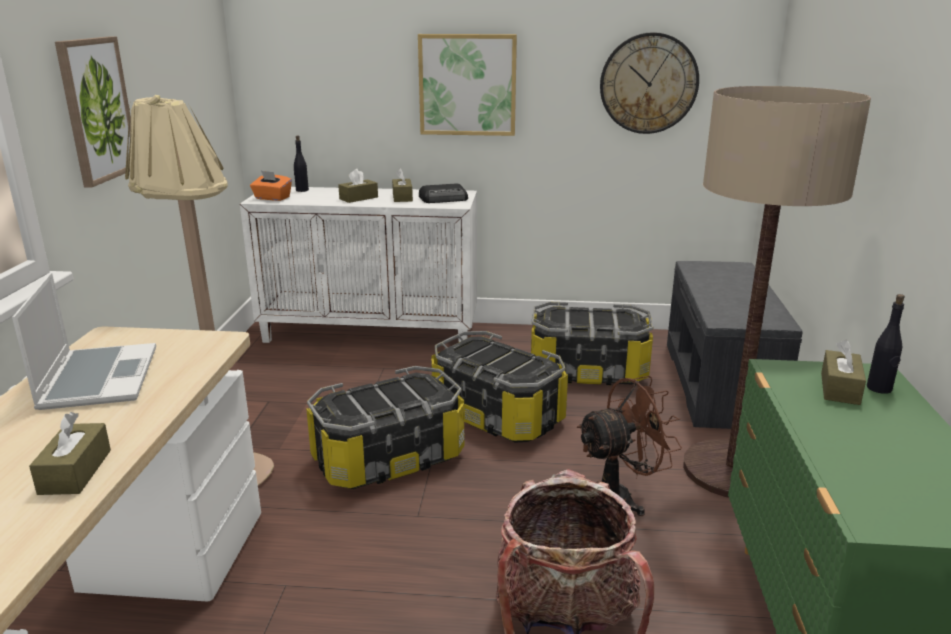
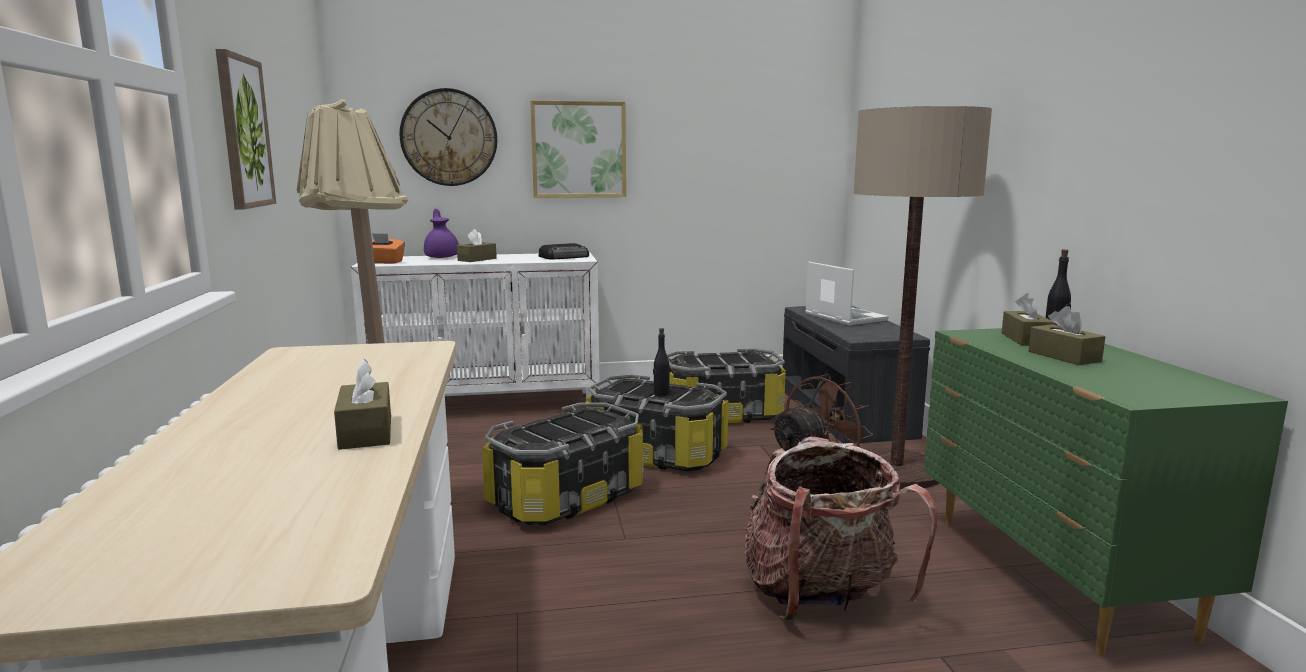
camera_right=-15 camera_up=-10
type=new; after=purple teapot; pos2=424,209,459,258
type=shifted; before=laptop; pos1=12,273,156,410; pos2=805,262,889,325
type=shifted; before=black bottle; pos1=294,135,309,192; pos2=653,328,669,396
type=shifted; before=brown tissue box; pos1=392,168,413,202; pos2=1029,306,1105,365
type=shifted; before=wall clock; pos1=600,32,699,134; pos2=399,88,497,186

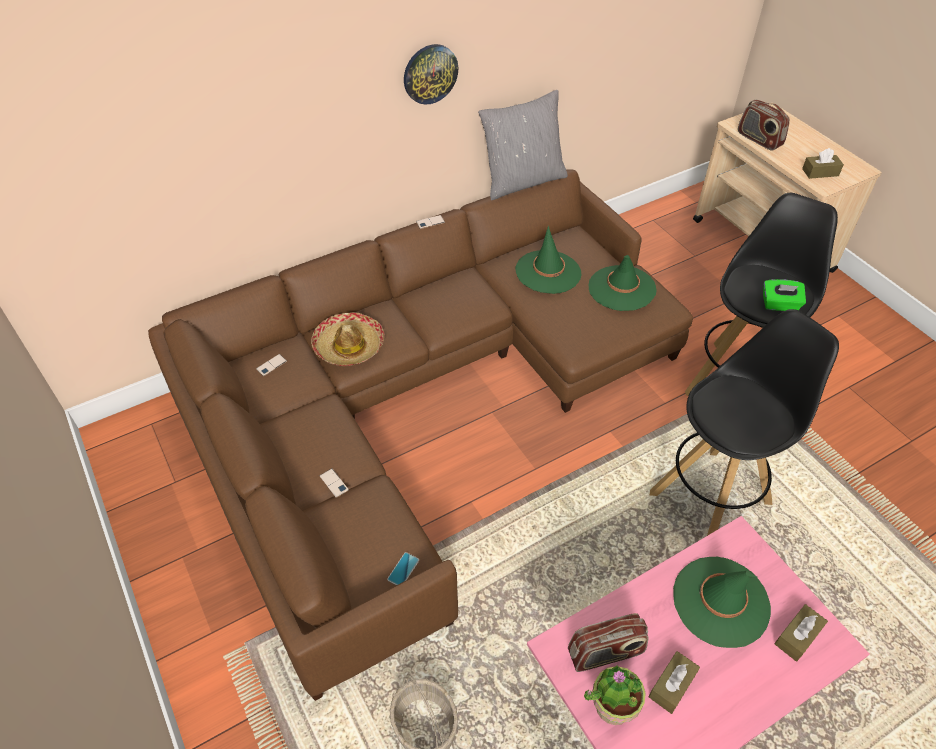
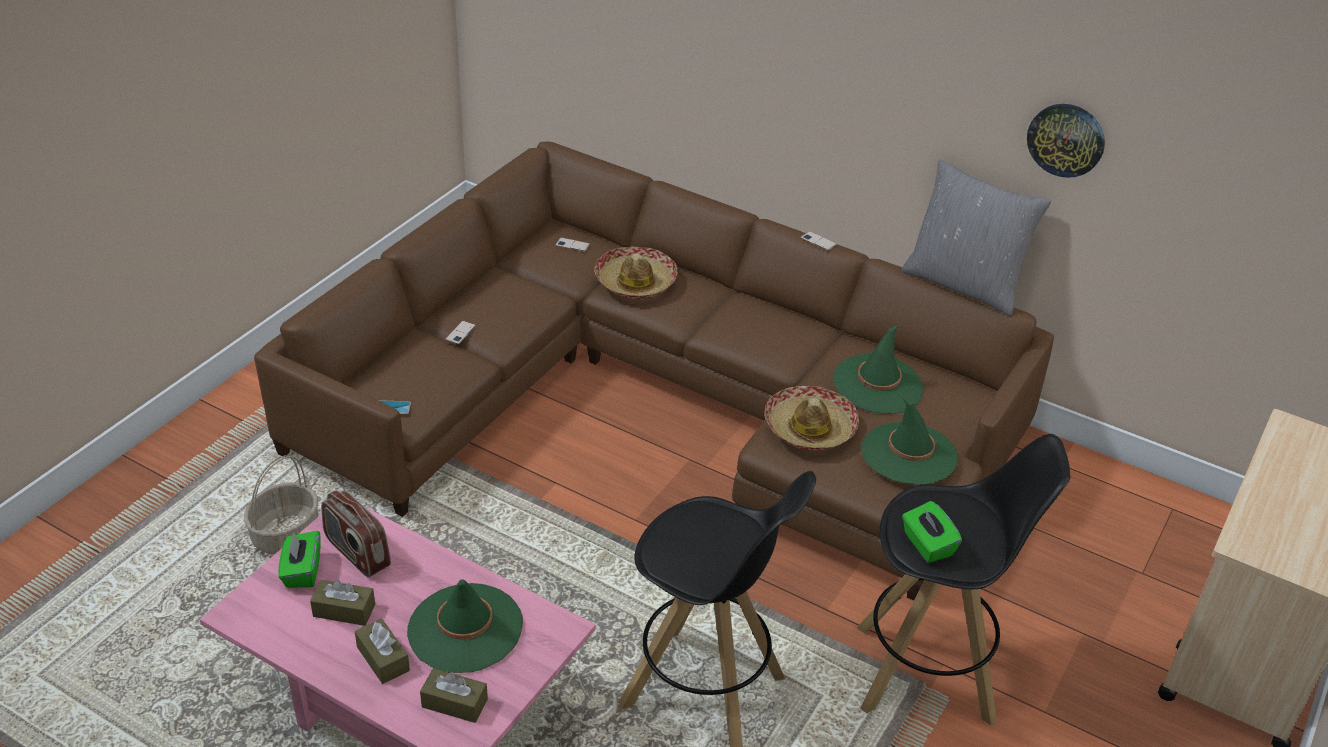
camera_right=60 camera_up=-10
type=gone; before=radio; pos1=738,100,790,151
type=new; after=hat; pos2=764,386,859,450
type=shifted; before=wall clock; pos1=404,44,459,105; pos2=1027,104,1105,178
type=shifted; before=brown tissue box; pos1=802,148,844,179; pos2=355,619,410,684
type=swapped; before=potted plant; after=green tissue box; pos1=584,665,646,725; pos2=278,531,321,588

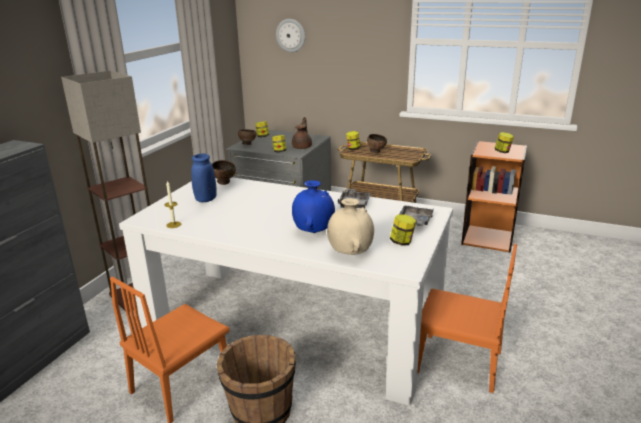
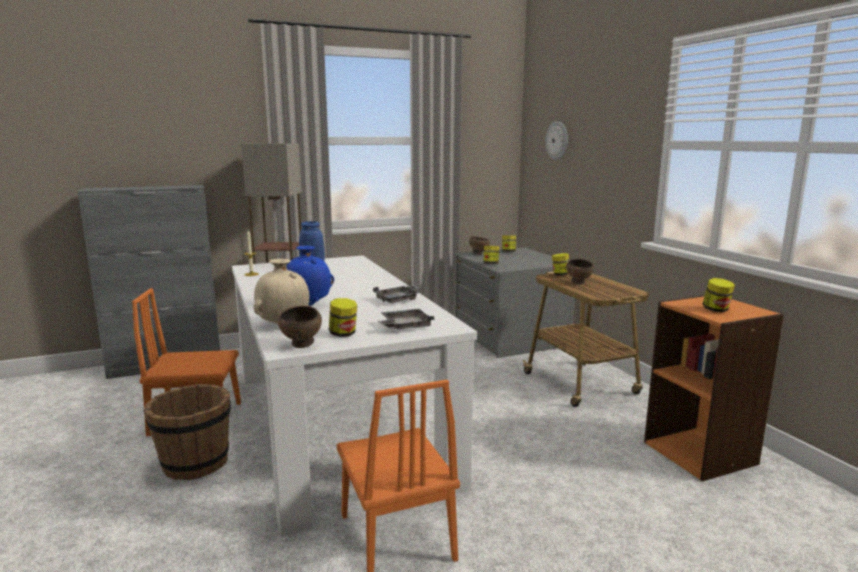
camera_right=45 camera_up=-10
type=gone; before=brown teapot; pos1=292,117,312,149
type=shifted; before=brown bowl; pos1=212,160,236,185; pos2=278,306,322,348

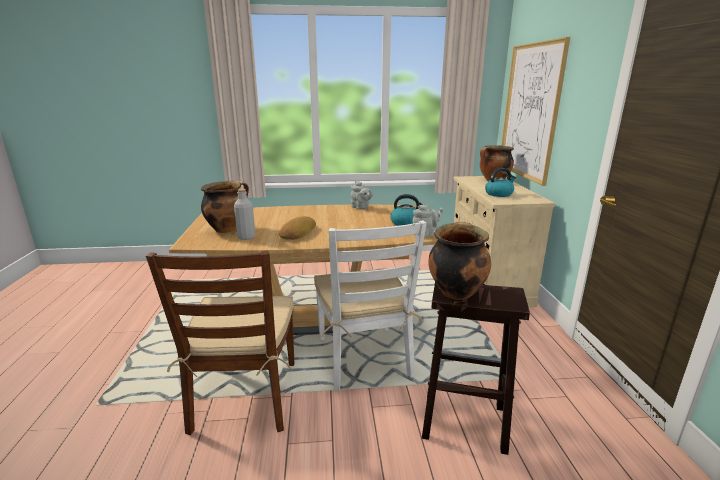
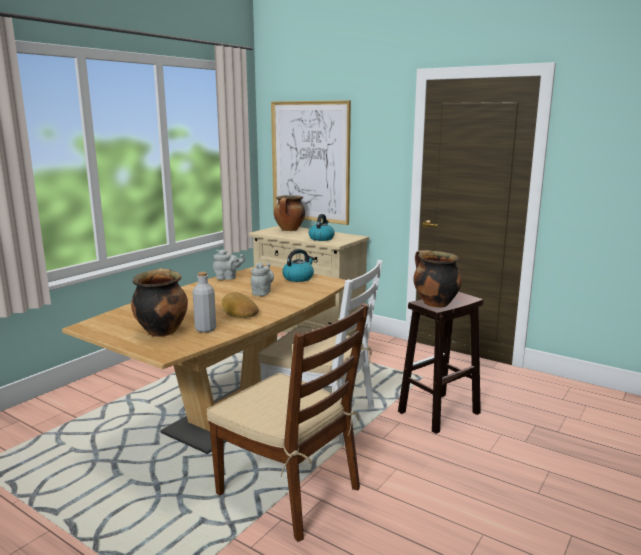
camera_right=-50 camera_up=-5
type=shifted; before=grey teapot; pos1=413,204,443,238; pos2=250,262,274,296

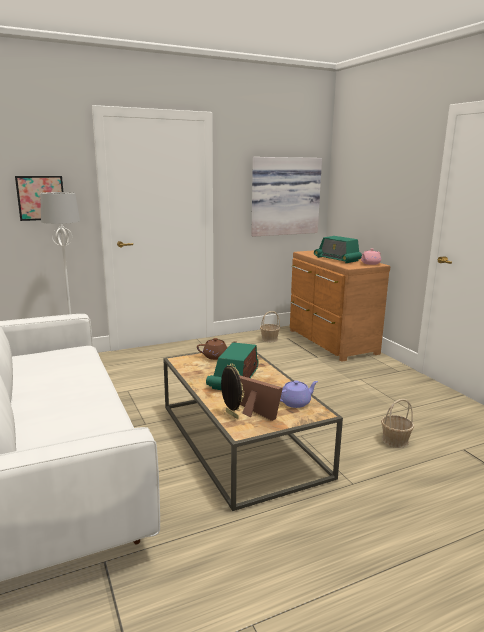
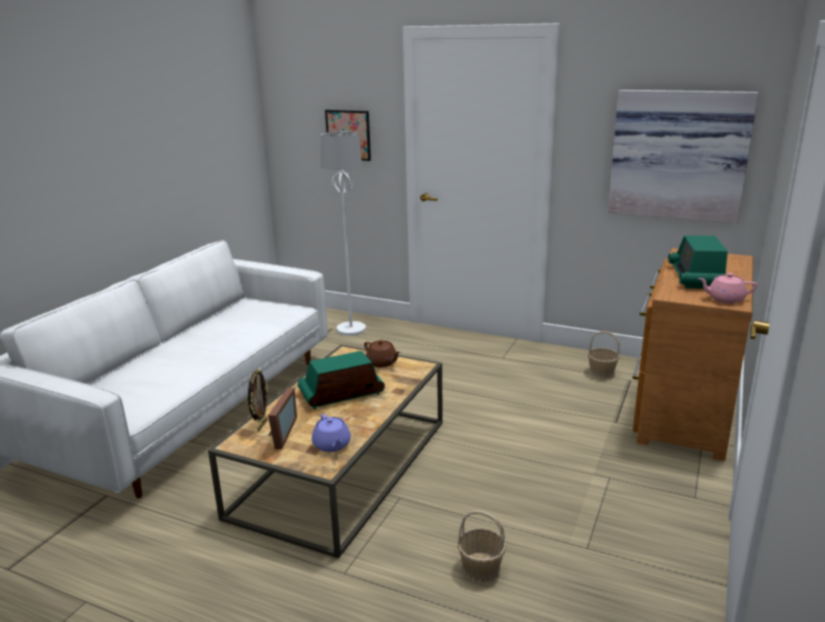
camera_right=50 camera_up=5
type=rotated; before=purple teapot; pos1=280,380,318,408; pos2=312,414,351,452; turn=45

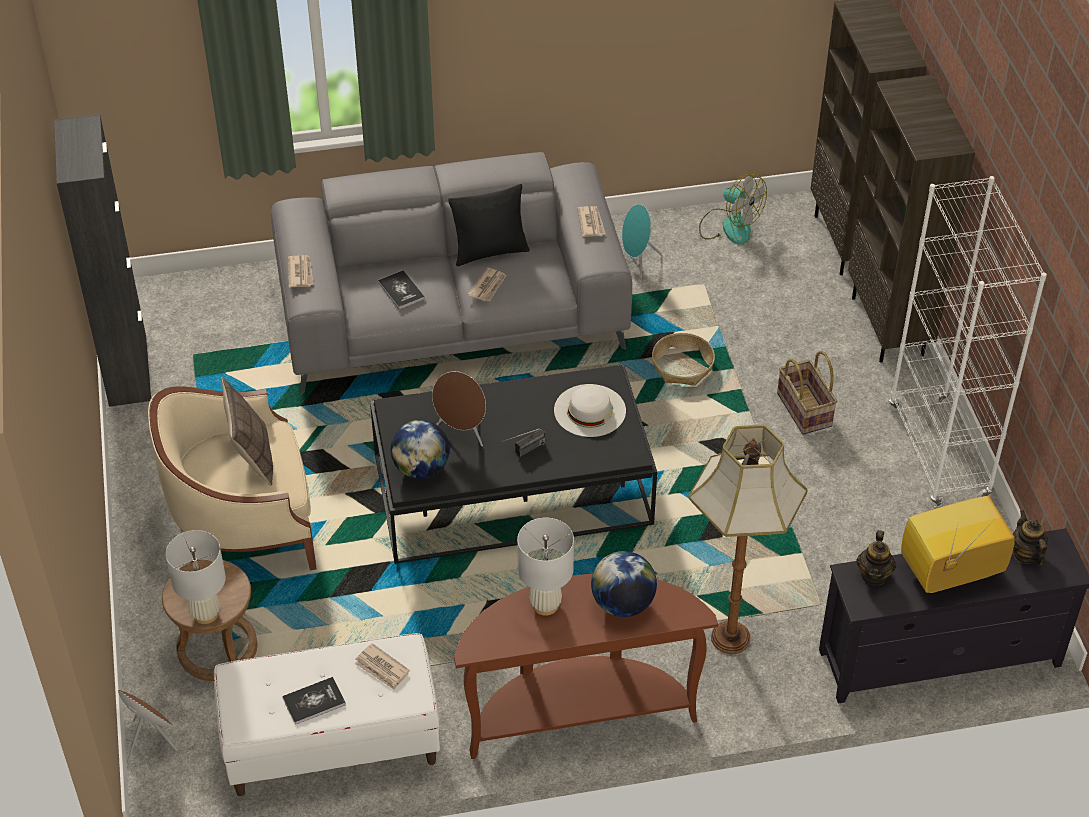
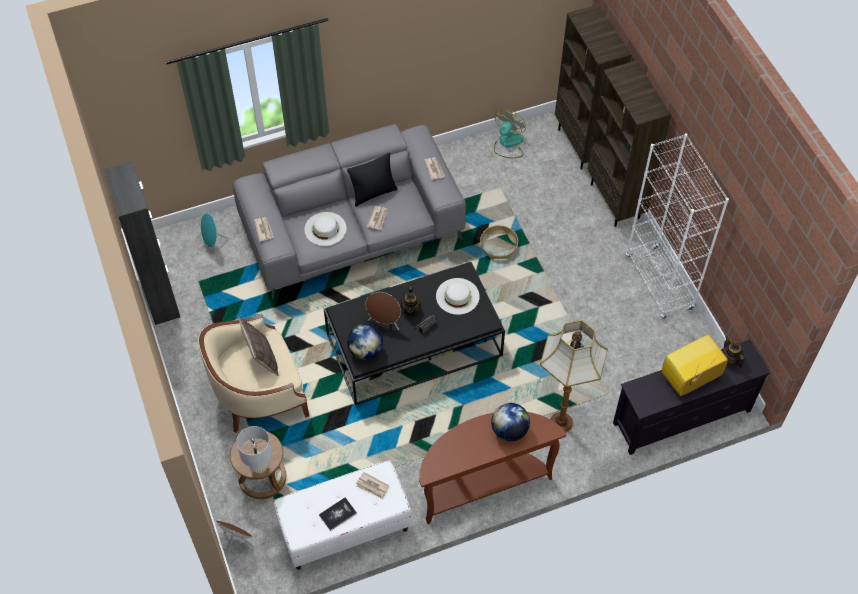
camera_right=-10 camera_up=10
type=gone; before=white table lamp; pos1=517,517,574,616
type=gone; before=basket; pos1=777,351,837,434
type=shifted; before=turquoise speaker; pos1=622,204,663,278; pos2=201,213,230,258
type=shifted; before=teapot; pos1=856,530,896,586; pos2=400,286,421,316
type=swapped; before=book; after=white hat; pos1=378,270,425,309; pos2=305,212,347,246
type=rotated; before=fan; pos1=699,173,767,245; pos2=494,109,526,158; turn=-90

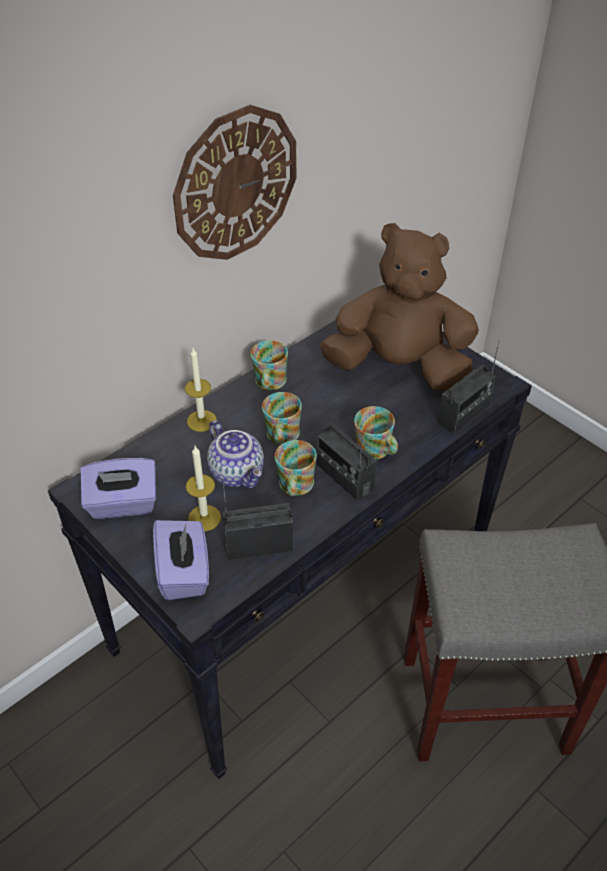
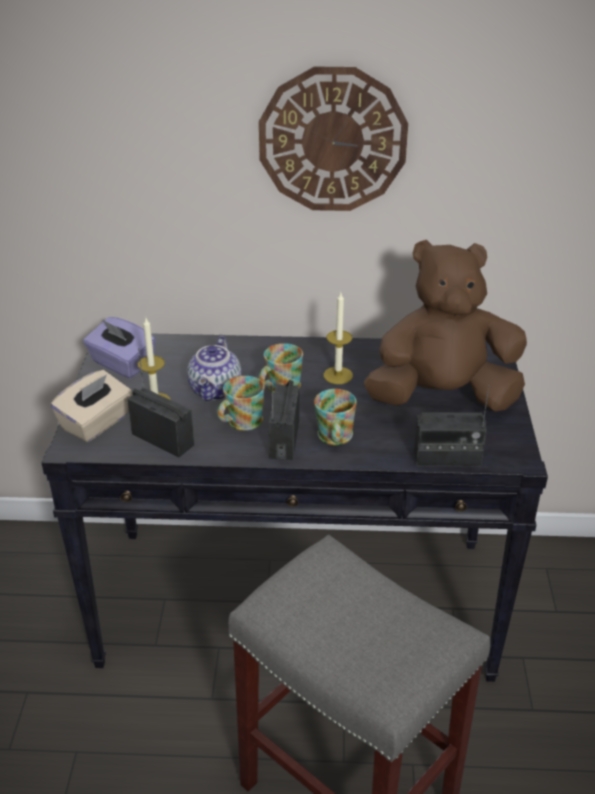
camera_right=45 camera_up=-10
type=gone; before=mug; pos1=250,340,288,391
type=shifted; before=candle; pos1=185,348,217,432; pos2=324,293,353,384
type=repainted; before=purple tissue box; after=beige tissue box; pos1=153,520,209,600; pos2=51,370,132,442
type=rotated; before=brown plush toy; pos1=320,223,479,391; pos2=364,240,527,411; turn=-60

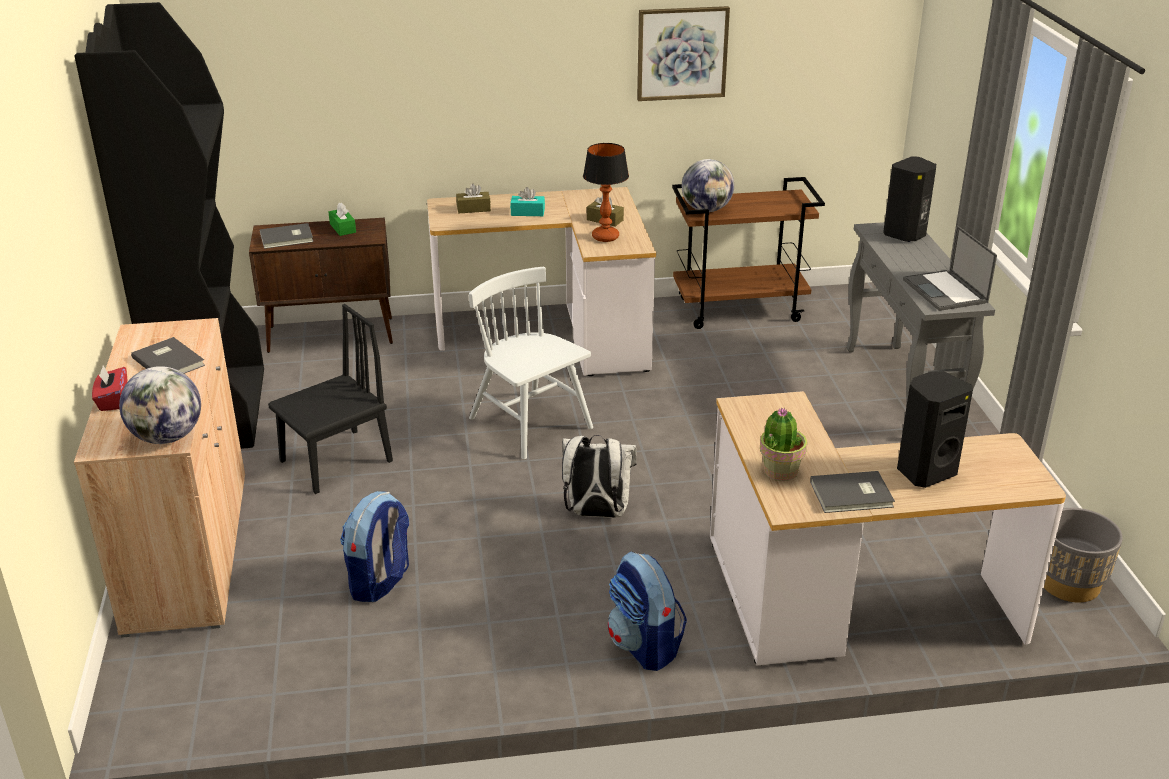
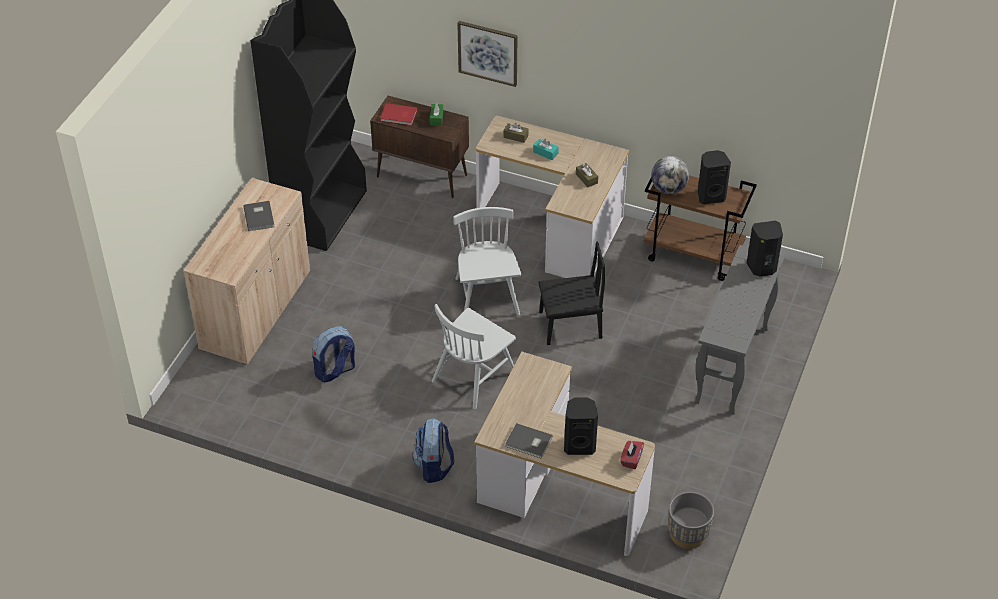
camera_right=30 camera_up=15
type=gone; before=globe; pos1=119,366,201,444
type=gone; before=table lamp; pos1=583,143,629,242
type=gone; before=potted plant; pos1=760,407,807,481
type=gone; before=laptop; pos1=903,226,997,311
type=new; after=black speaker; pos2=698,150,731,204
type=shifted; before=red tissue box; pos1=92,366,127,411; pos2=620,441,644,469
type=shifted; before=black chair; pos1=268,304,393,494; pos2=538,242,605,345
type=shifted; before=picture; pos1=637,6,730,101; pos2=457,21,517,87
type=swapped; before=white backpack; after=white chair; pos1=562,435,637,518; pos2=432,304,516,409
type=repainted; before=grey book; after=red book; pos1=260,223,313,249; pos2=380,103,417,125

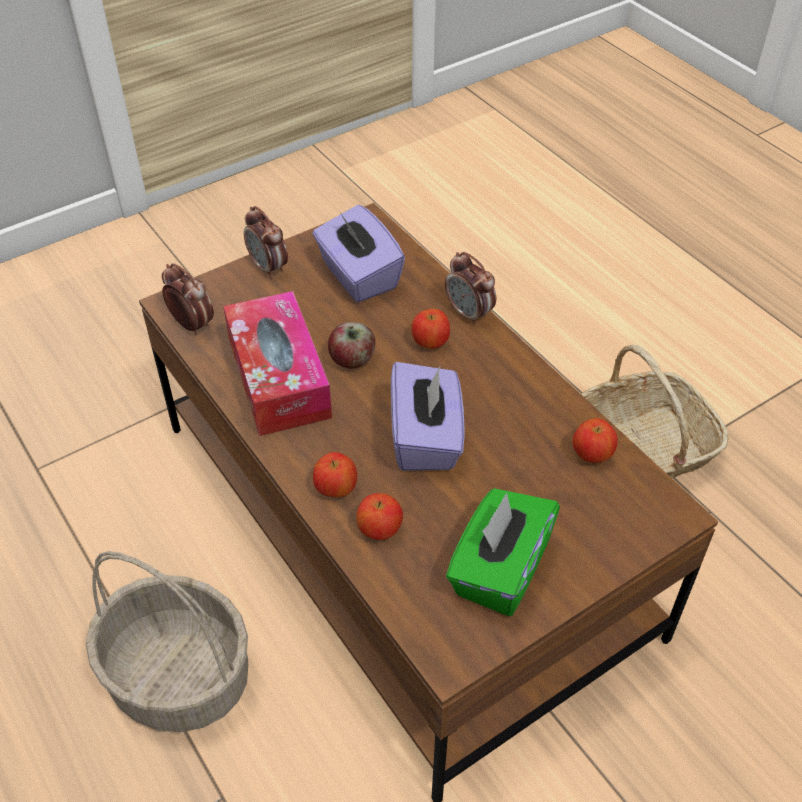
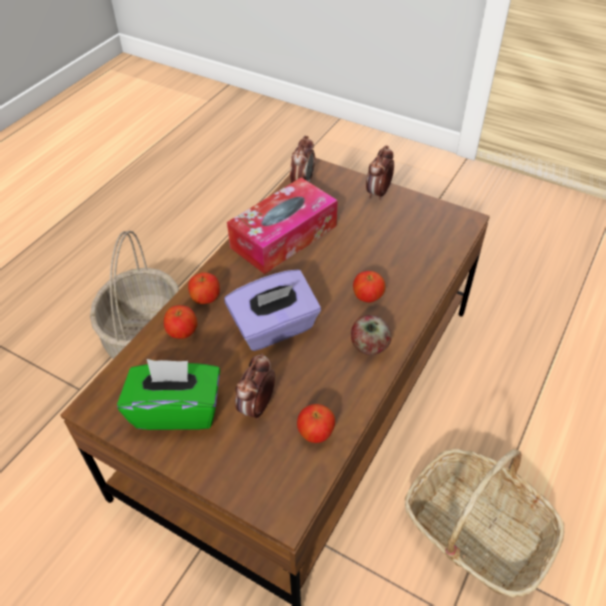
camera_right=65 camera_up=0
type=gone; before=purple tissue box; pos1=313,205,405,302
type=shifted; before=apple; pos1=328,322,376,369; pos2=351,315,392,355
type=shifted; before=alarm clock; pos1=445,252,496,326; pos2=235,353,275,420

